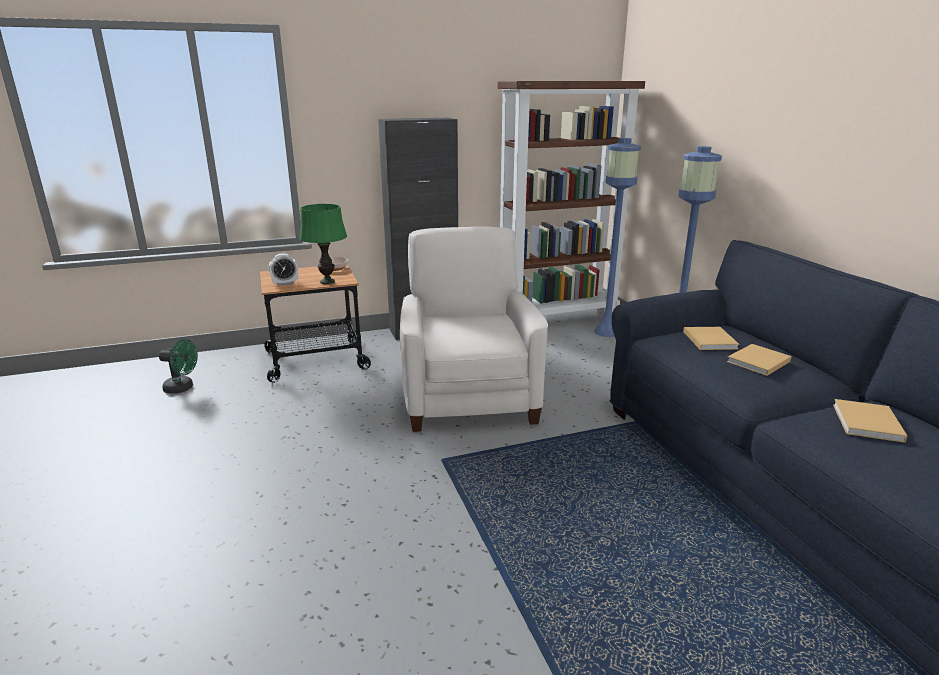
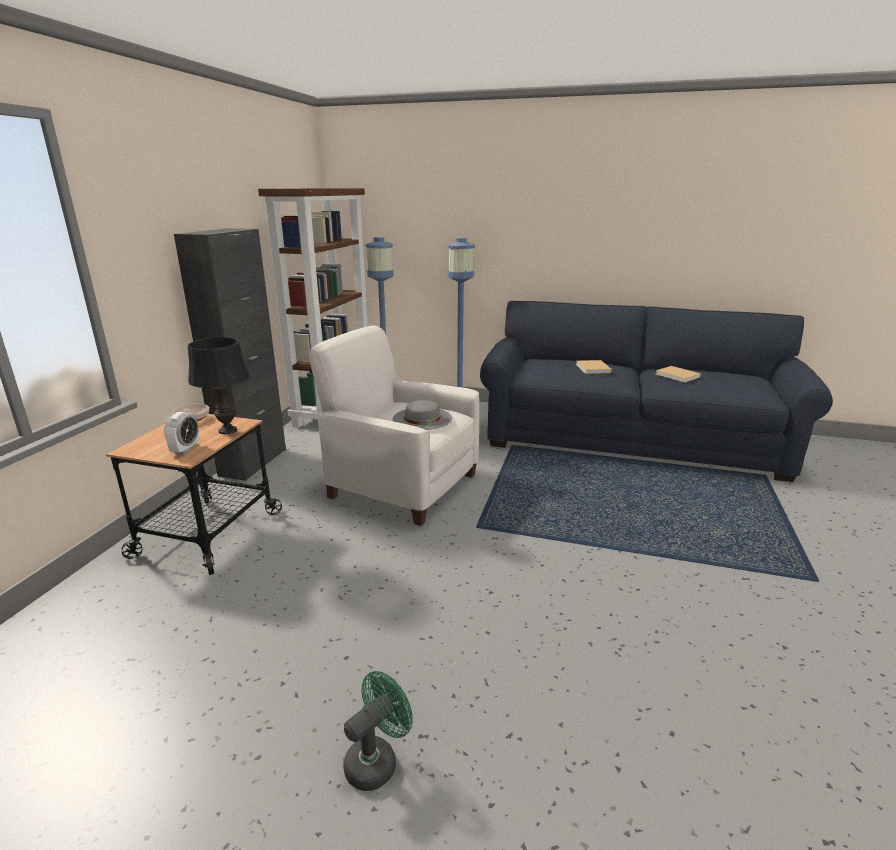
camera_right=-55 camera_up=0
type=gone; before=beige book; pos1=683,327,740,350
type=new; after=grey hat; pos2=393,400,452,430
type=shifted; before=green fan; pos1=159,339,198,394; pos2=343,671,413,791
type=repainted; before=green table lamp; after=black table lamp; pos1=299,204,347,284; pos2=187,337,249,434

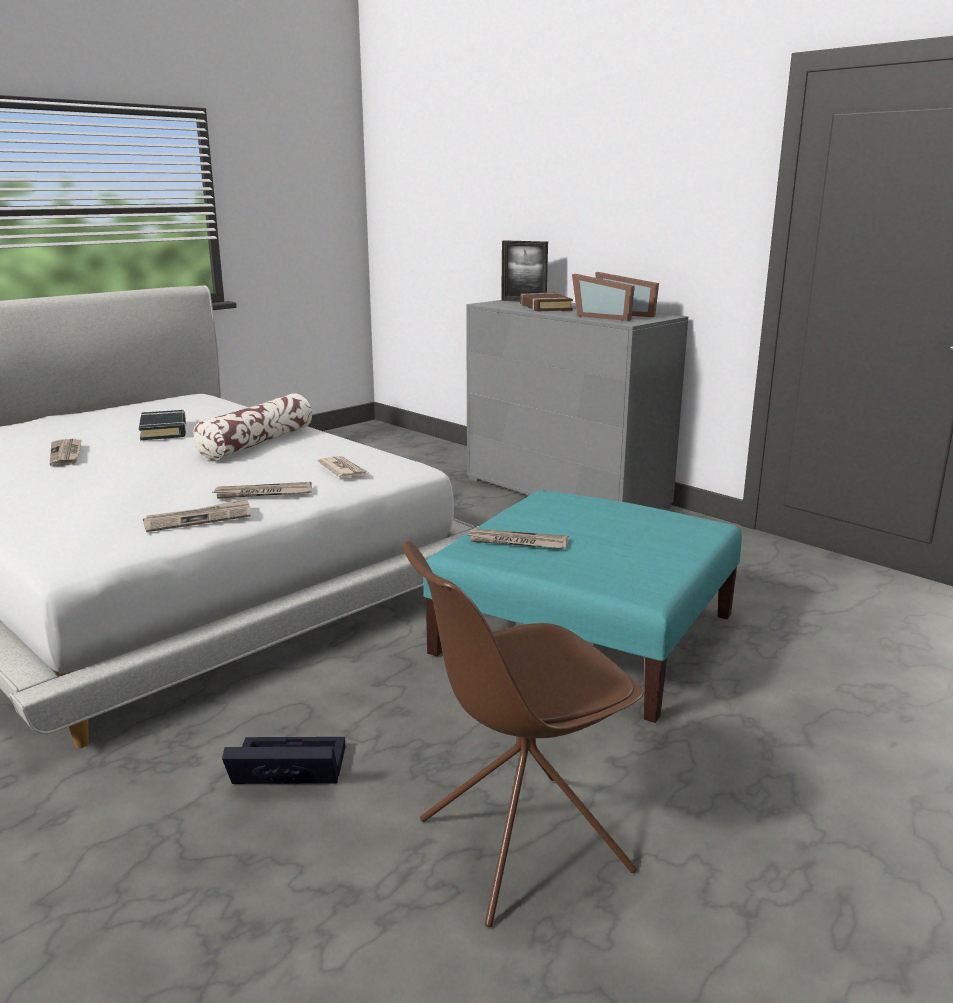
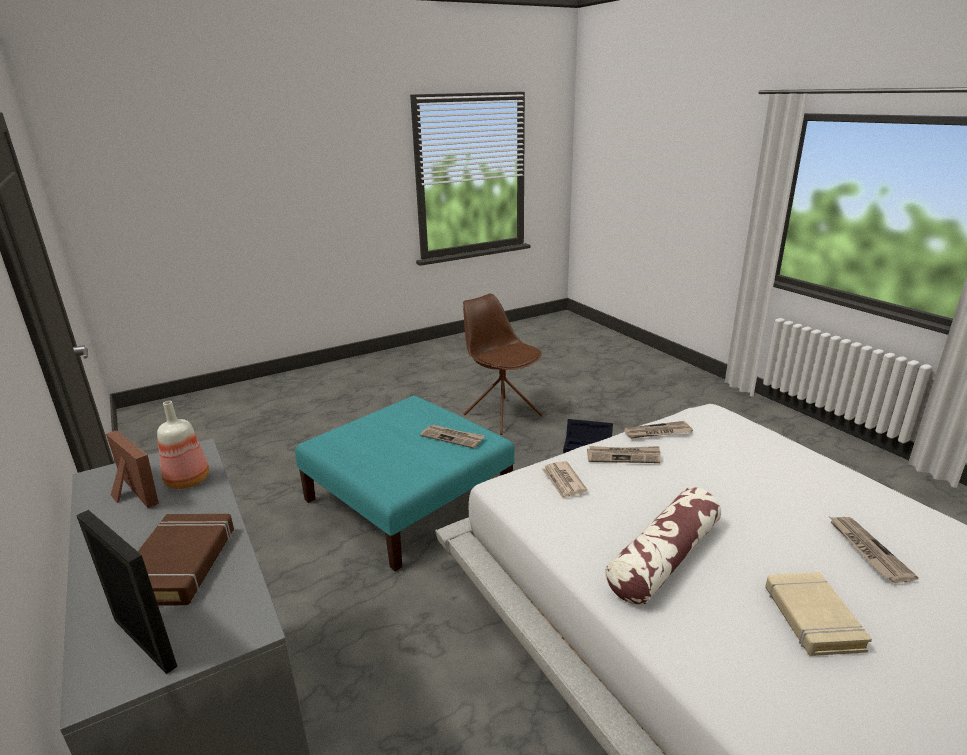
camera_right=-165 camera_up=5
type=swapped; before=picture frame; after=bottle; pos1=572,274,635,321; pos2=157,401,209,489
type=repainted; before=black book; after=beige book; pos1=139,410,186,440; pos2=765,572,872,656
type=rotated; before=brown chair; pos1=403,541,644,927; pos2=463,294,543,435; turn=-120

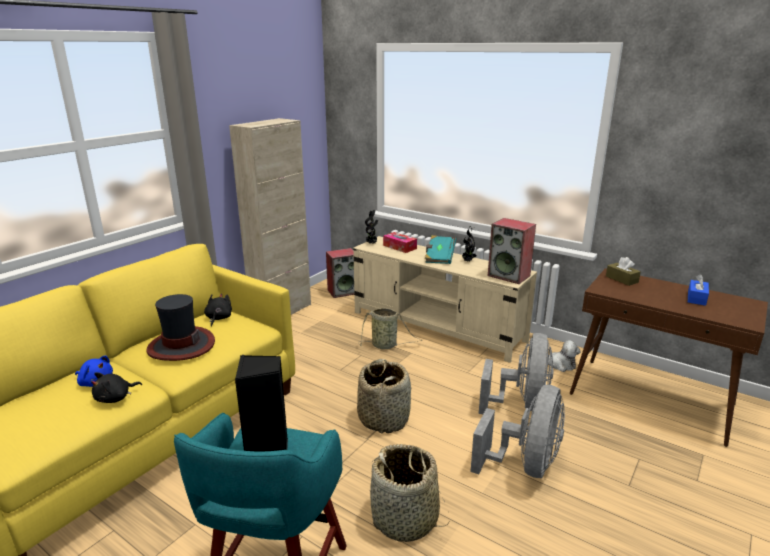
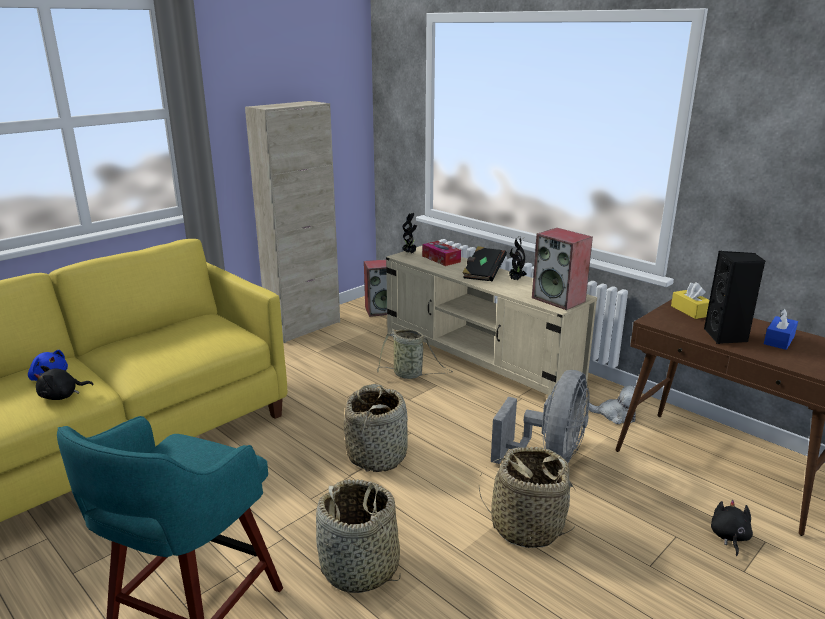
camera_right=10 camera_up=0
type=gone; before=hat; pos1=146,294,215,361
type=shifted; before=black plush toy; pos1=204,293,232,327; pos2=711,500,753,556
type=shifted; before=black speaker; pos1=235,355,288,451; pos2=704,251,765,344
type=swapped; before=grey fan; after=basket; pos1=470,385,565,478; pos2=479,447,576,548
type=repainted; before=turquoise book; after=black book; pos1=425,235,456,264; pos2=462,246,507,282
type=repainted; before=brown tissue box; after=yellow tissue box; pos1=606,257,641,286; pos2=671,282,709,319

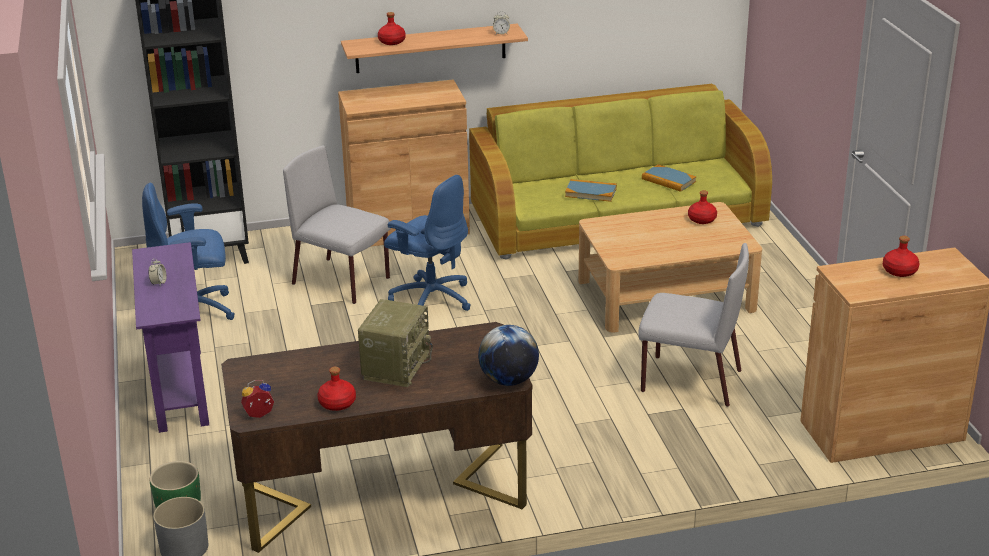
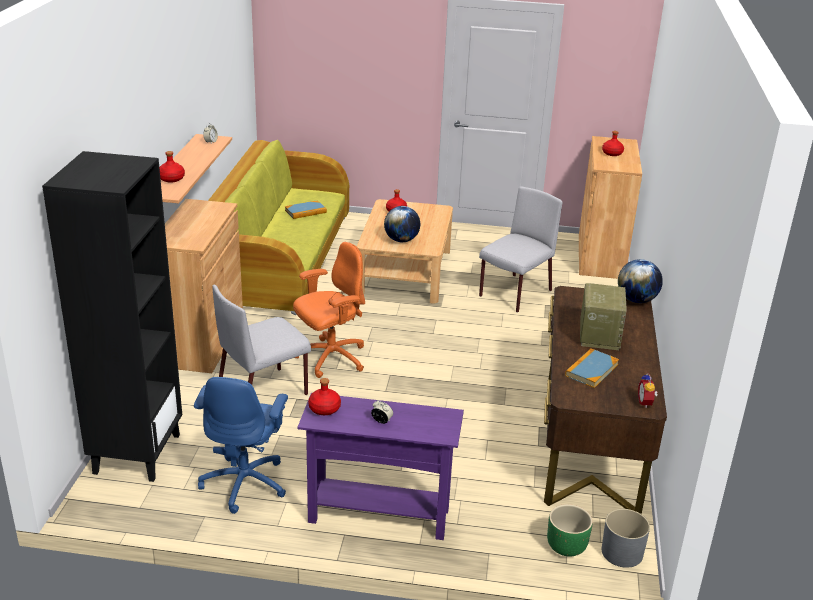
camera_right=-70 camera_up=0
type=new; after=globe; pos2=384,206,420,242
type=shifted; before=red bottle; pos1=317,367,356,411; pos2=308,378,341,415
type=shifted; before=book; pos1=565,179,617,202; pos2=565,348,619,388
type=repainted; before=blue office chair; after=orange office chair; pos1=384,175,471,311; pos2=293,242,365,378
type=rotated; before=radio; pos1=358,299,433,387; pos2=580,283,627,350; turn=60

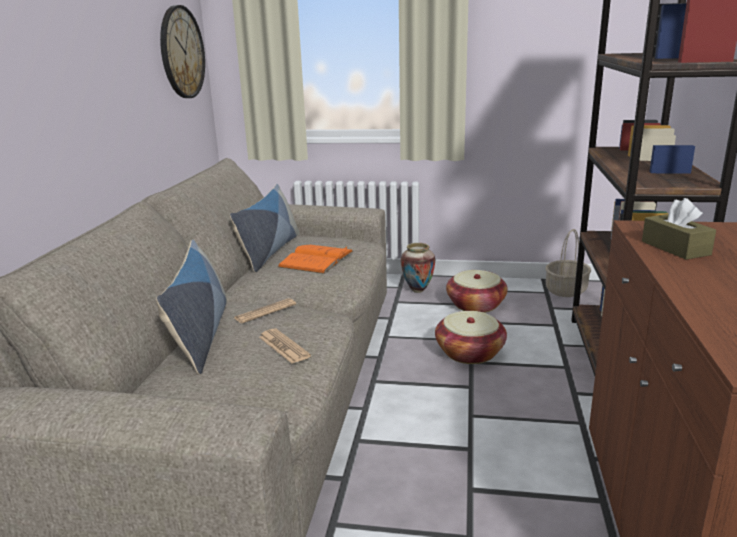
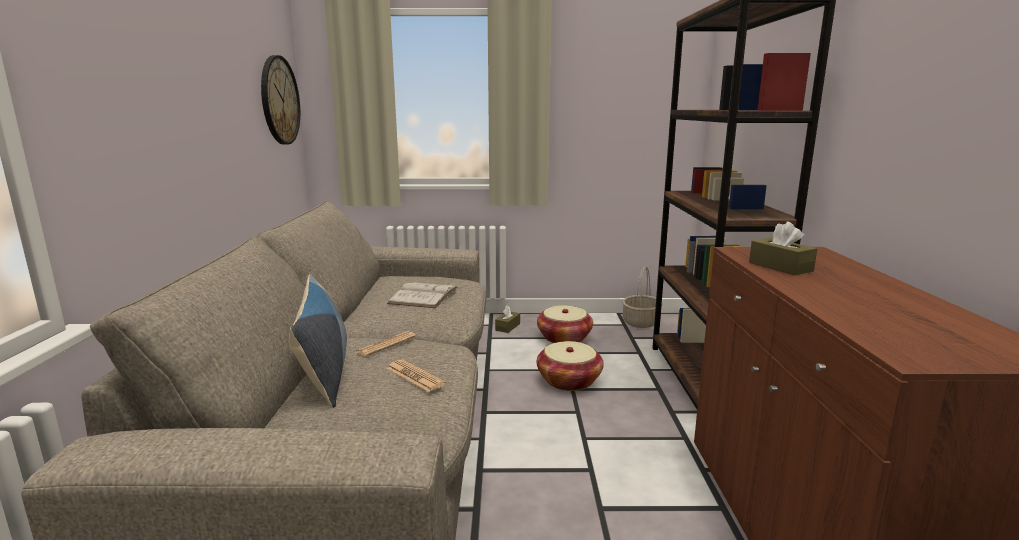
camera_right=-10 camera_up=-5
type=gone; before=pillow; pos1=230,184,300,273
type=swapped; before=vase; after=brown tissue box; pos1=401,243,435,293; pos2=495,306,520,333
type=repainted; before=orange book; after=white book; pos1=278,245,353,274; pos2=387,283,458,308

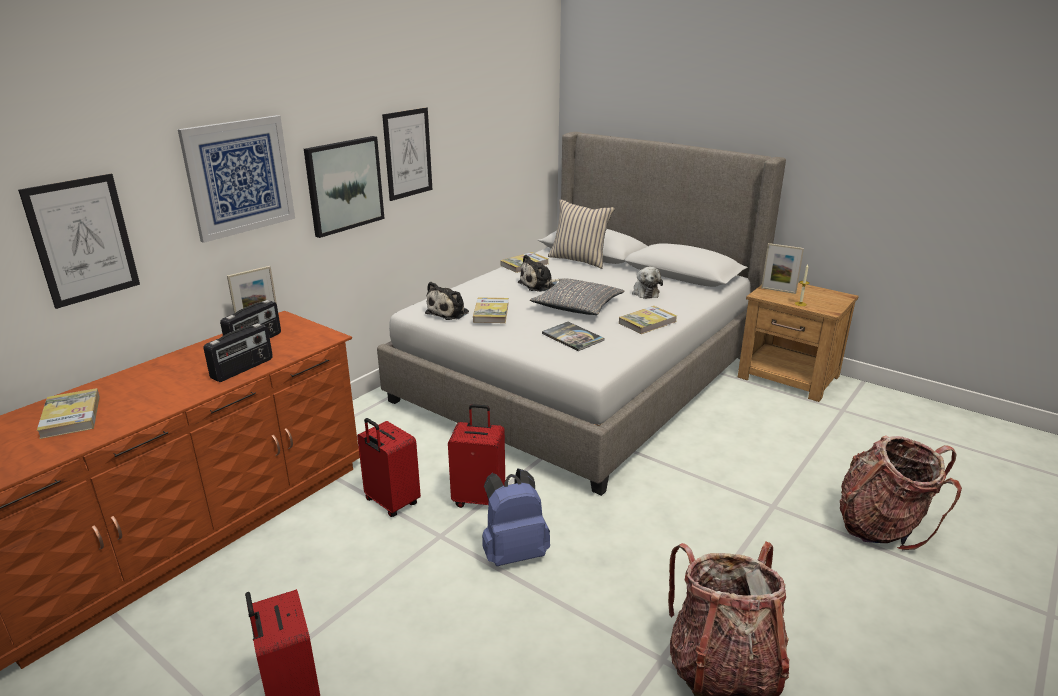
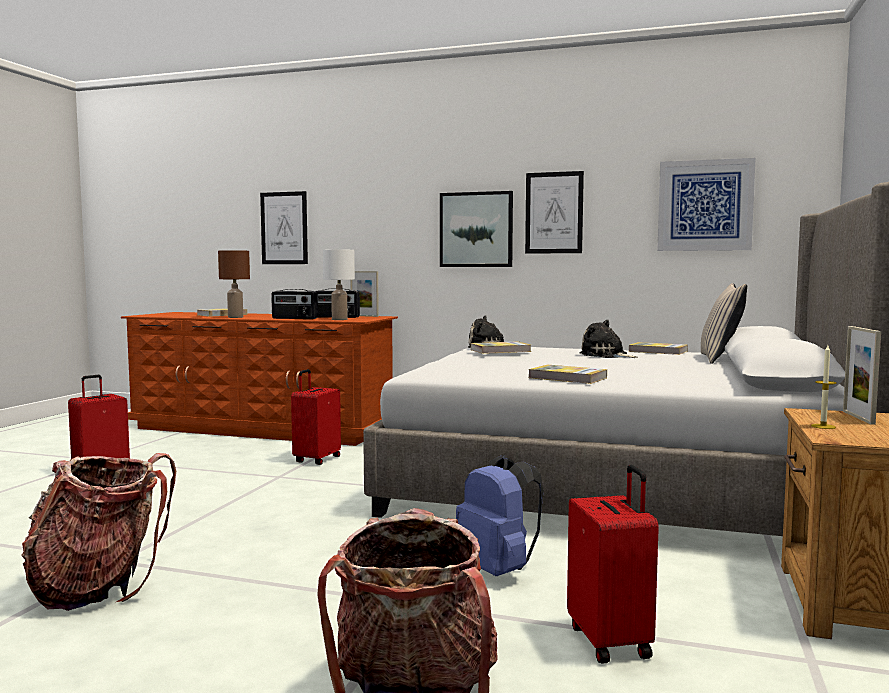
camera_right=70 camera_up=-20
type=gone; before=grey pillow; pos1=530,278,625,315
type=gone; before=book; pos1=542,322,604,351
type=gone; before=plush toy; pos1=632,267,663,299
type=new; after=brown table lamp; pos2=218,250,250,318
type=new; after=white table lamp; pos2=323,249,355,320
type=shifted; before=picture; pos1=178,115,295,243; pos2=657,158,756,251
type=shifted; before=red suitcase; pos1=448,404,505,508; pos2=567,465,659,664
type=shifted; before=blue backpack; pos1=482,468,550,566; pos2=456,455,544,576

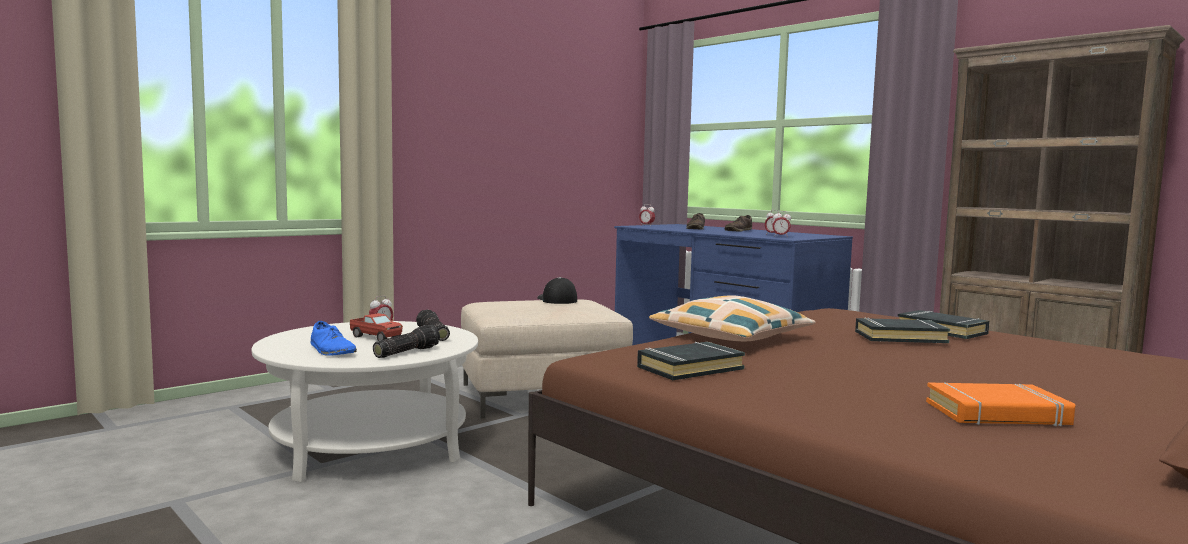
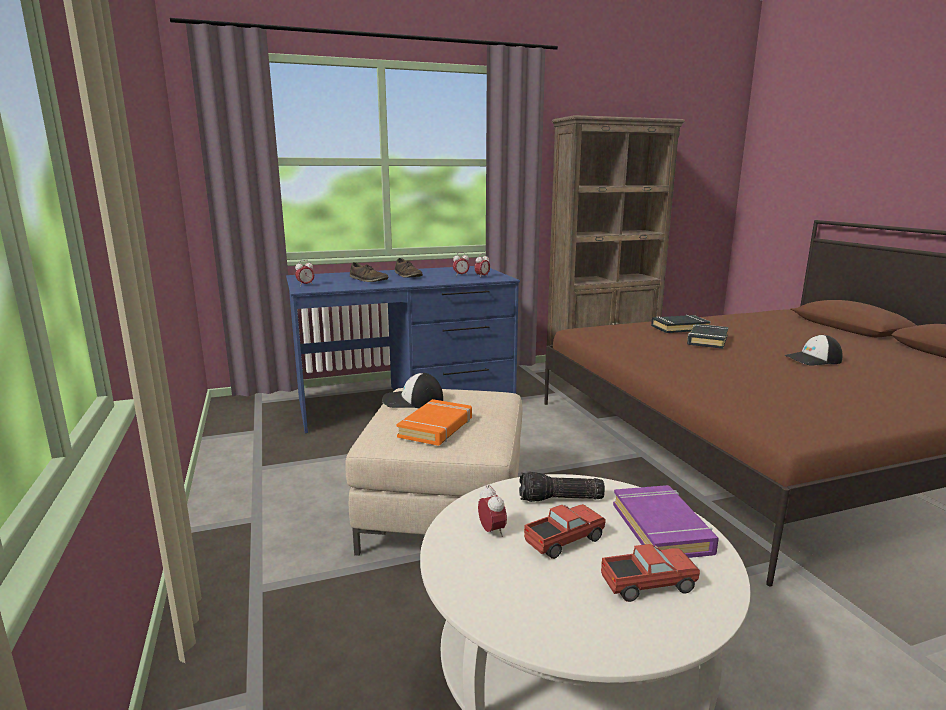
camera_right=-65 camera_up=10
type=gone; before=black book; pos1=637,342,745,380
type=gone; before=pillow; pos1=649,295,816,341
type=new; after=cap; pos2=785,335,843,366
type=shifted; before=orange book; pos1=926,382,1075,427; pos2=397,399,472,446
type=swapped; before=blue shoe; after=toy truck; pos1=311,321,357,356; pos2=601,544,700,602
type=swapped; before=flashlight; after=purple book; pos1=373,325,440,358; pos2=613,485,719,558

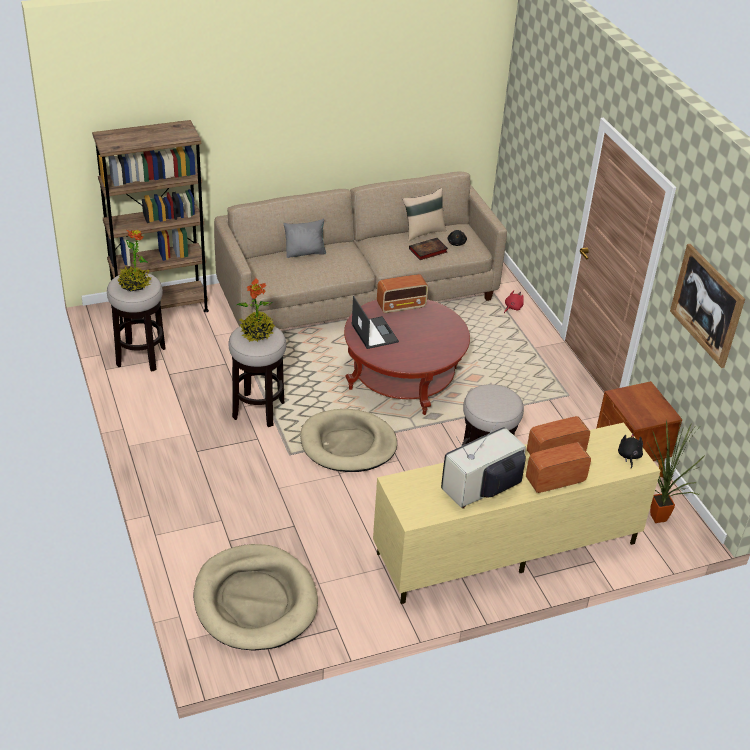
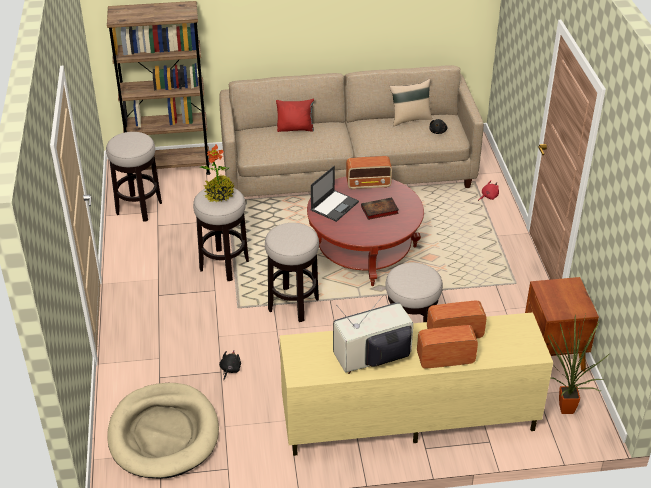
camera_right=15 camera_up=0
type=gone; before=potted plant; pos1=118,229,152,291
type=gone; before=picture; pos1=670,244,745,368
type=shifted; before=book; pos1=409,238,448,260; pos2=361,197,399,220
type=shifted; before=black plush toy; pos1=618,433,643,469; pos2=219,351,241,380
type=swapped; before=beige dog bed; after=stool; pos1=300,409,397,472; pos2=265,223,319,322
type=repainted; before=grey pillow; after=red pillow; pos1=284,218,326,258; pos2=276,99,314,132
type=rotated; before=laptop; pos1=351,296,399,349; pos2=311,166,359,222; turn=45

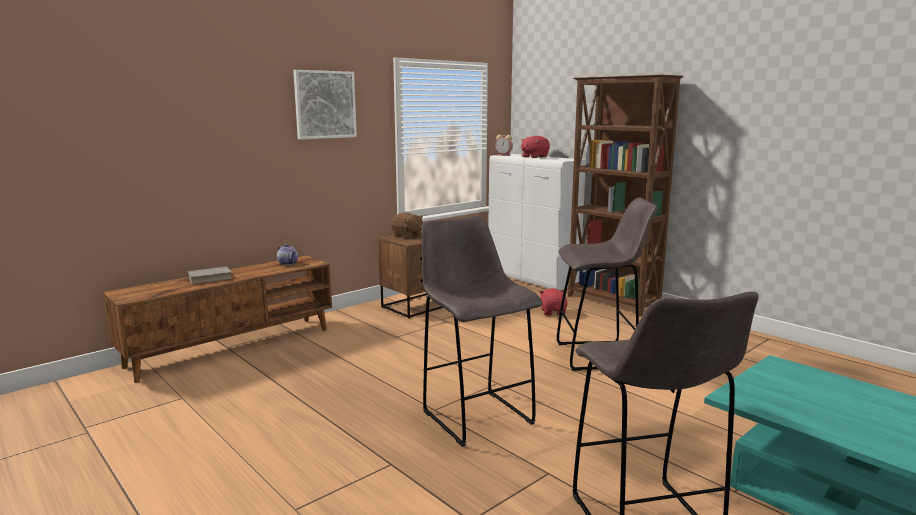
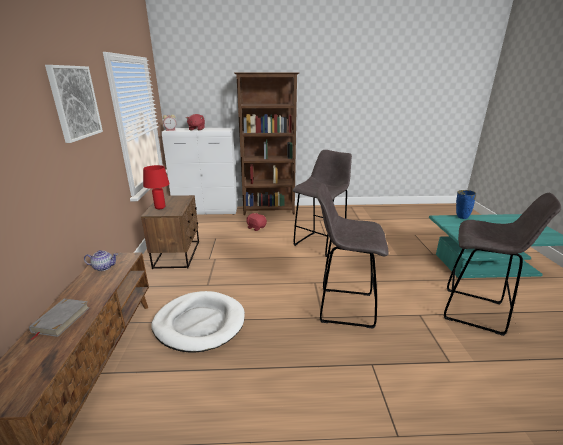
camera_right=-50 camera_up=10
type=new; after=white dog bed; pos2=151,291,245,353
type=new; after=blue vase; pos2=456,190,476,219
type=swapped; before=brown plush toy; after=red table lamp; pos1=391,213,423,239; pos2=143,165,170,209

